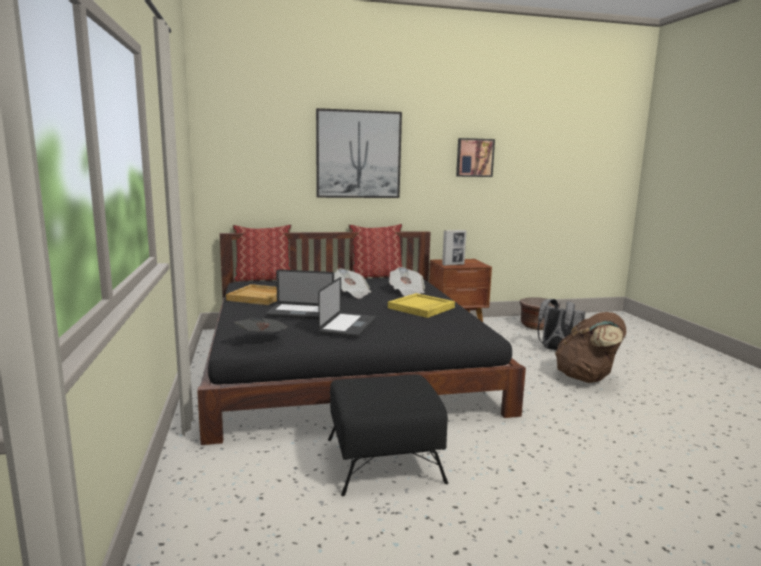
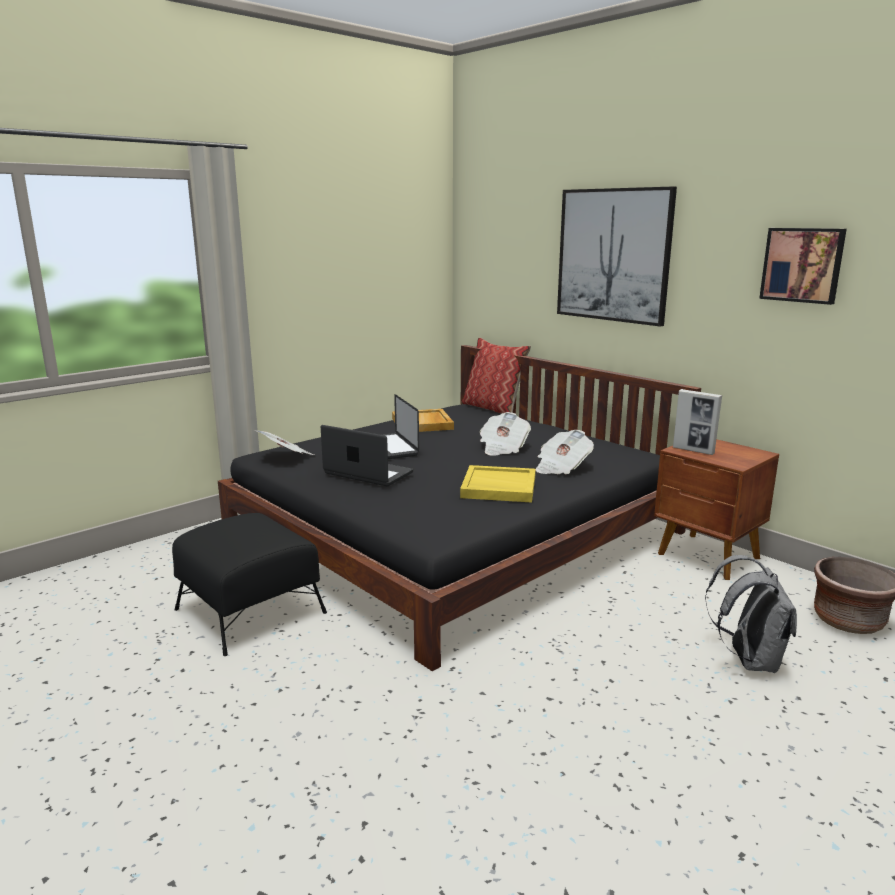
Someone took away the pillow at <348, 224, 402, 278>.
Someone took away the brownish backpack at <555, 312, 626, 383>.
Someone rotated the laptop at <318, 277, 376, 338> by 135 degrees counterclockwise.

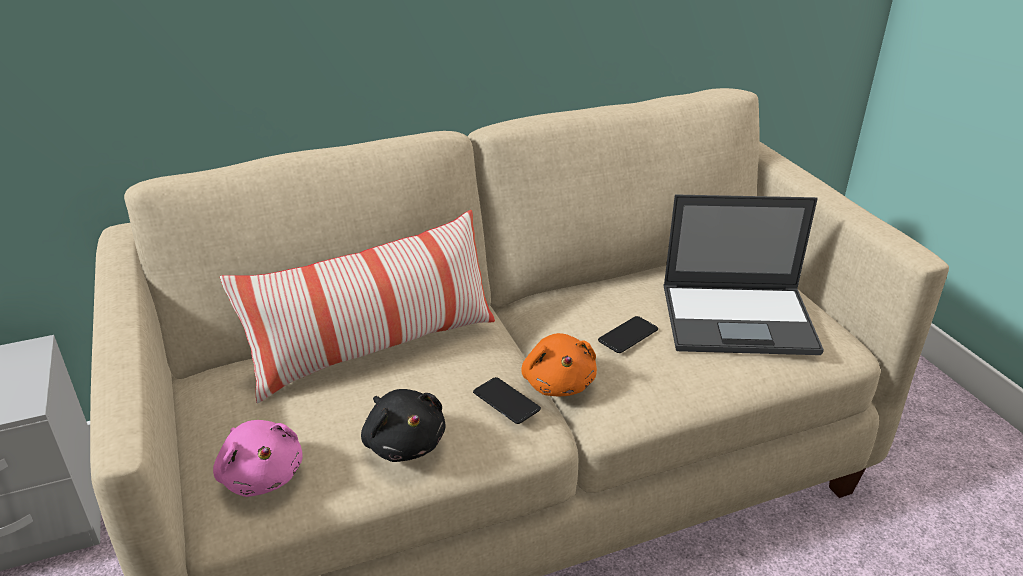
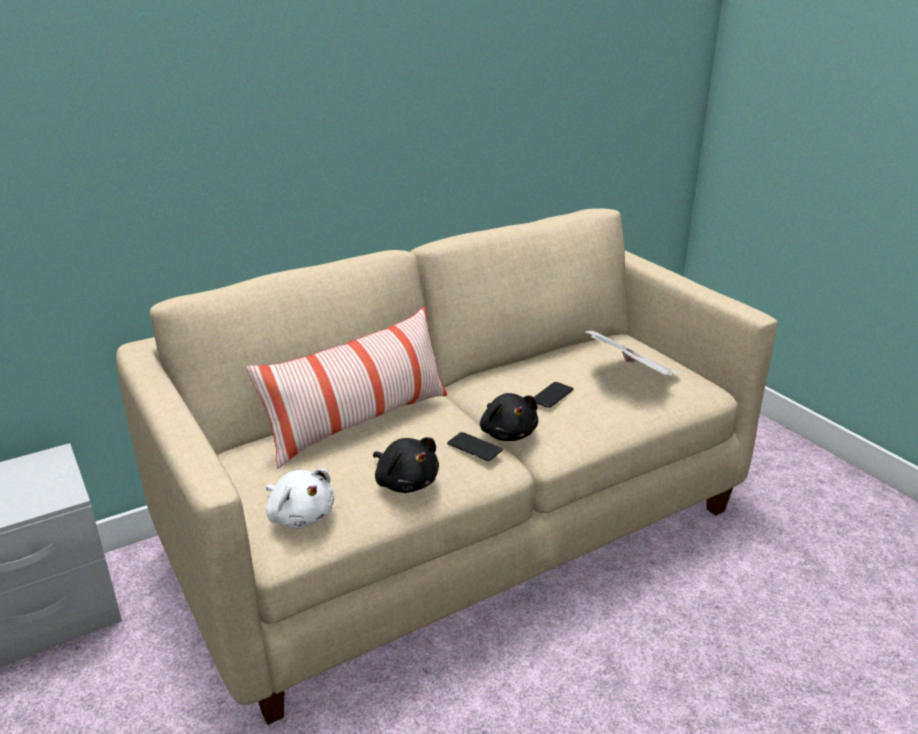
Someone swapped the laptop at <663, 194, 824, 355> for the daily paper at <585, 331, 680, 376>.
Someone repainted the pink-coloured plush toy at <213, 420, 303, 497>, which became the white-coloured plush toy at <266, 469, 334, 529>.
Someone repainted the orange-coloured plush toy at <521, 333, 597, 396>, which became the blackish plush toy at <480, 393, 538, 441>.

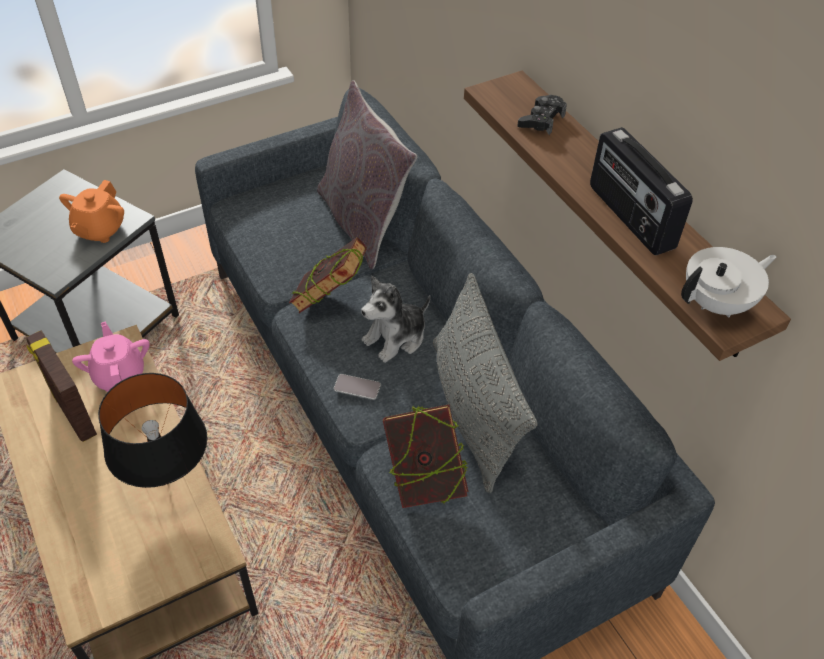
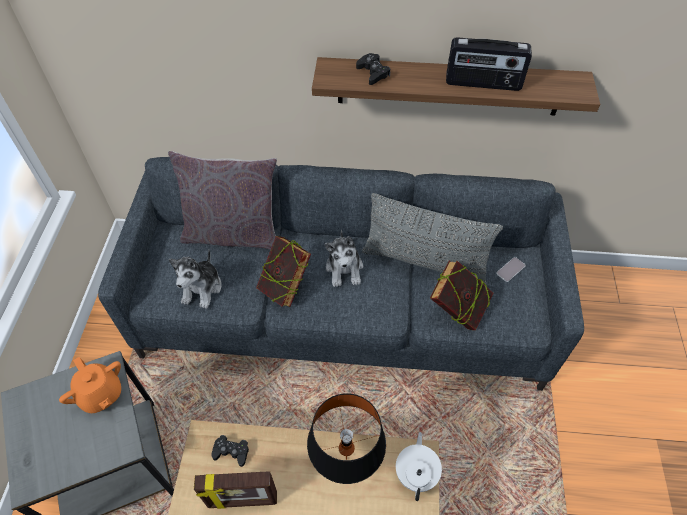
Someone put down the plush toy at <169, 249, 221, 309>.
Someone carried the phone from <334, 374, 381, 400> to <496, 257, 526, 282>.
Someone carried the white-coloured tea pot from <681, 247, 777, 318> to <396, 432, 442, 501>.
Someone swapped the pink-coloured tea pot at <72, 321, 149, 392> for the blackish gamepad at <211, 435, 249, 467>.

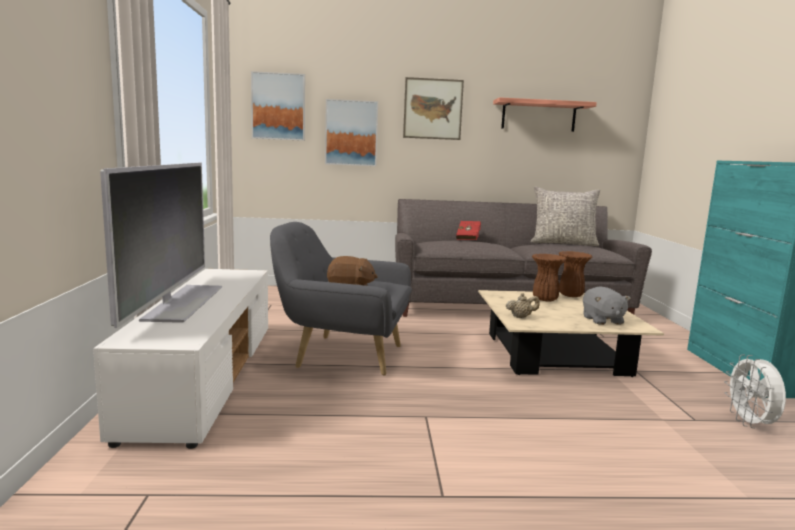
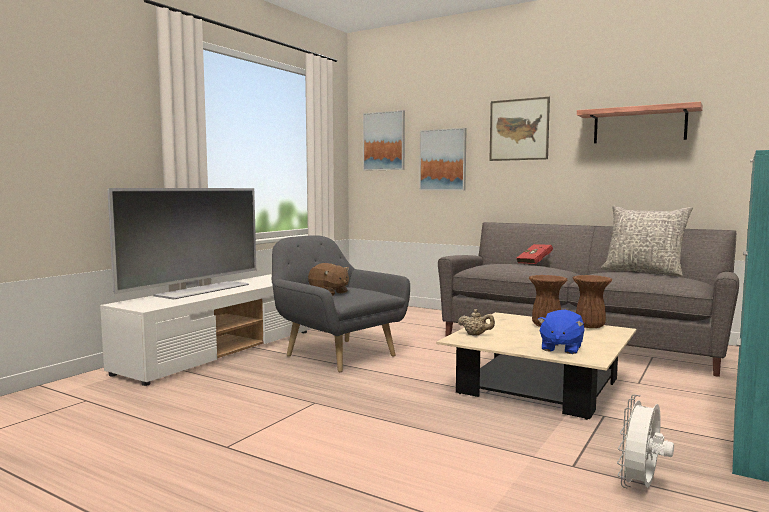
Someone repainted the gray plush toy at <583, 286, 631, 325>, which became the bluish plush toy at <537, 310, 584, 354>.

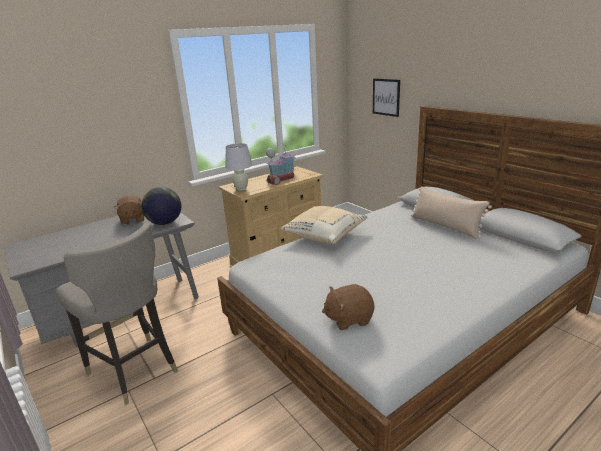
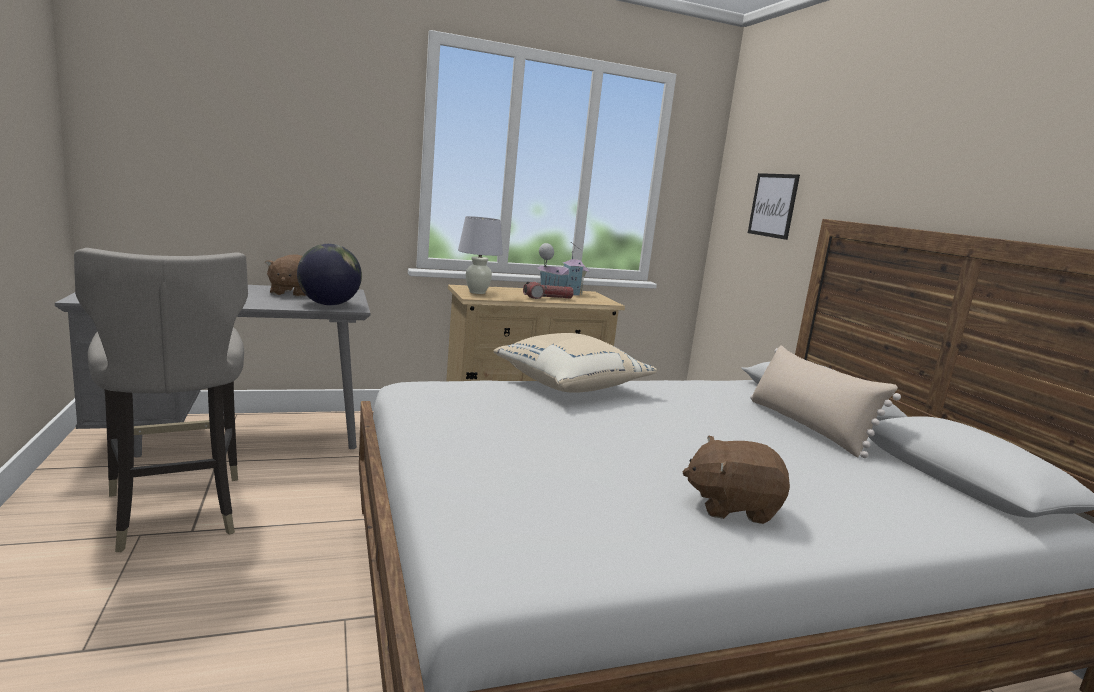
Someone carried the brownish plush toy from <322, 284, 374, 330> to <683, 436, 790, 524>.

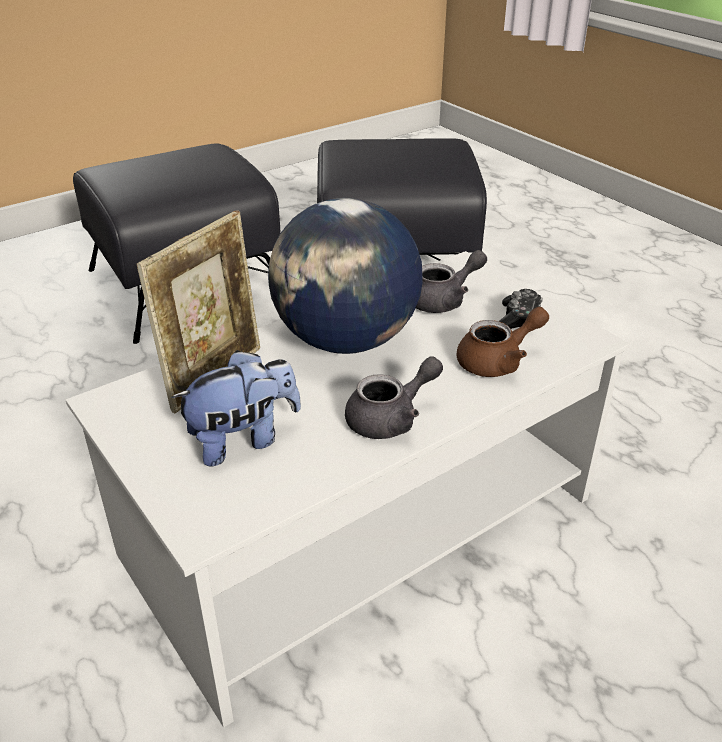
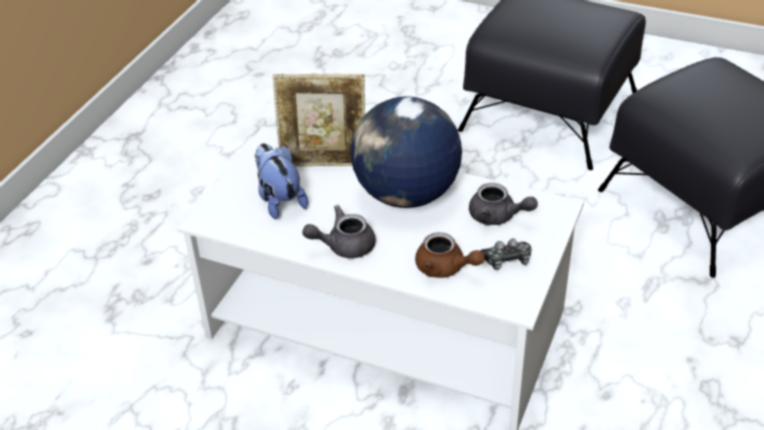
Someone rotated the plush toy at <171, 350, 301, 467> by 150 degrees counterclockwise.
Someone rotated the gray tea pot at <345, 357, 443, 439> by 135 degrees clockwise.

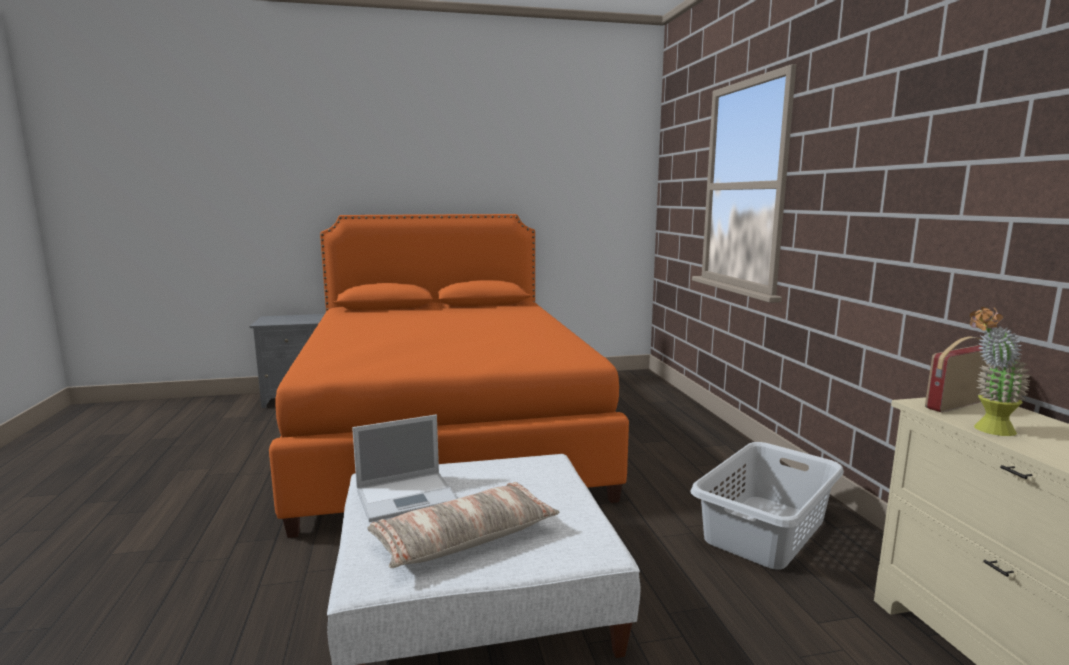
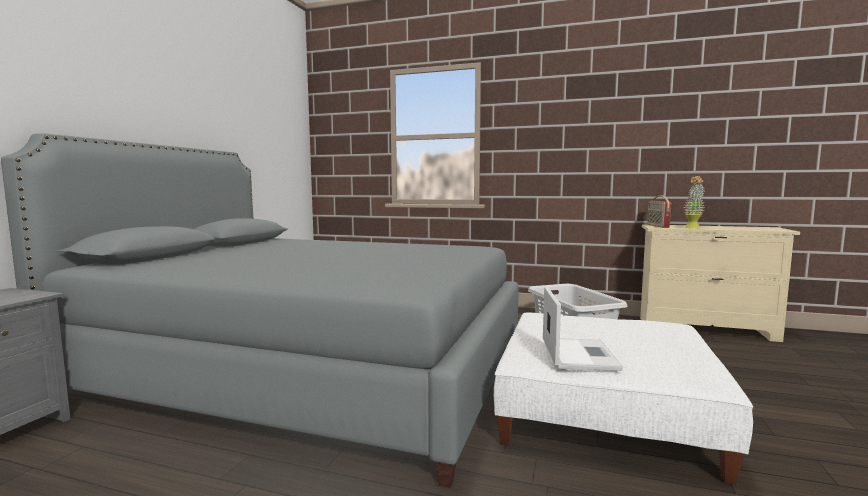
Someone took away the pillow at <367, 482, 559, 568>.
Someone repainted the orange-coloured sleeping bed at <269, 214, 629, 538>, which became the gray sleeping bed at <1, 133, 519, 488>.

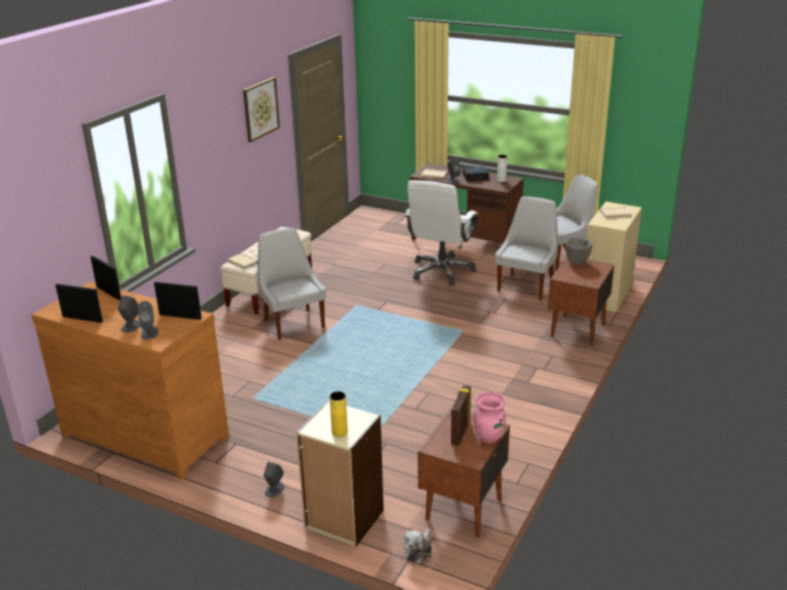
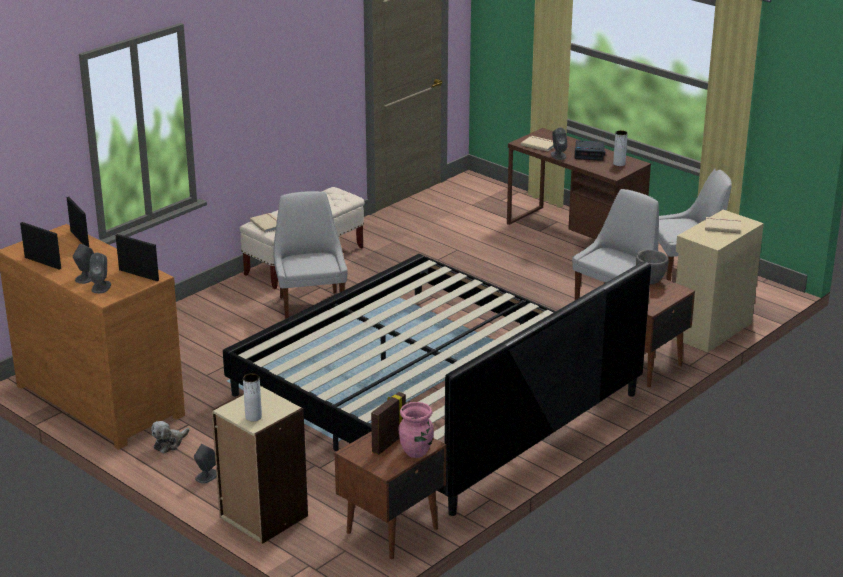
Someone took away the wall picture at <243, 77, 280, 142>.
Someone took away the white-coloured desk chair at <404, 180, 478, 285>.
Someone put down the sleeping bed at <223, 254, 651, 516>.
Someone carried the plush toy from <404, 528, 432, 564> to <151, 421, 189, 454>.
Someone repainted the yellowish flower vase at <330, 391, 348, 437>, which became the white-coloured flower vase at <243, 373, 262, 421>.

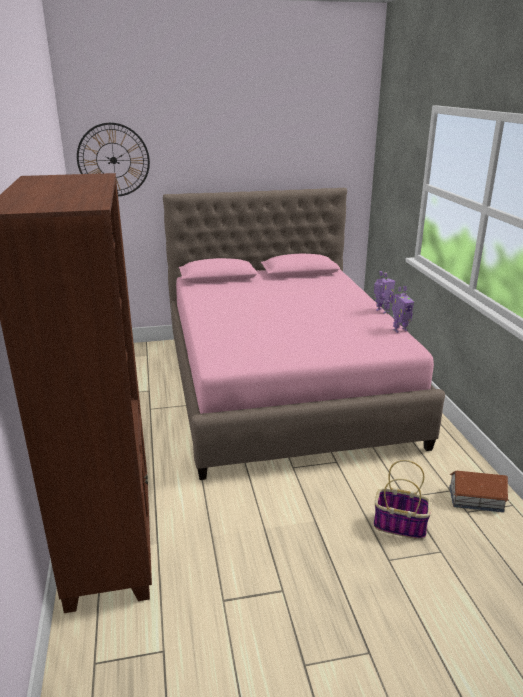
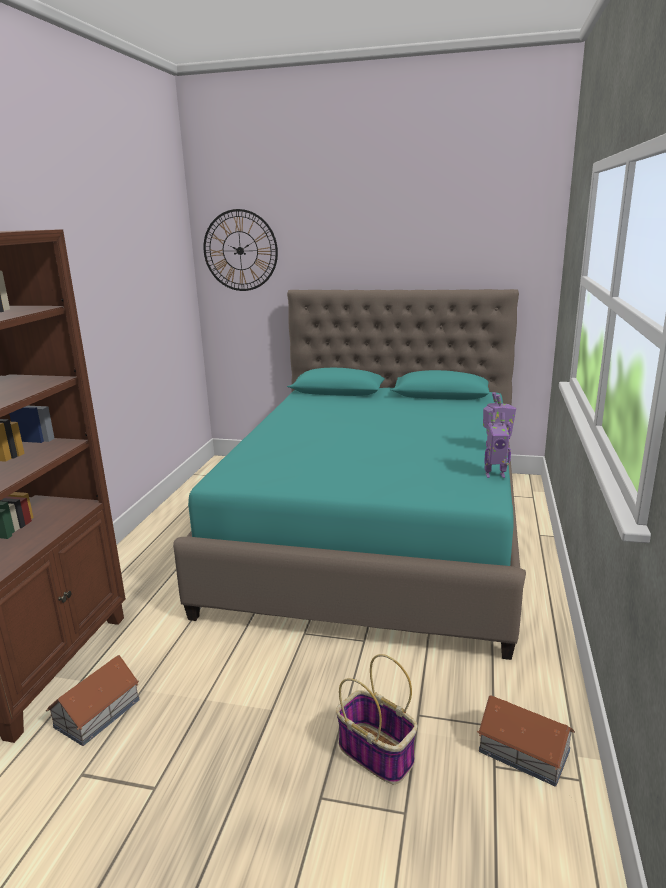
Someone put down the model house at <46, 655, 140, 746>.
Someone repainted the pink-coloured sleeping bed at <163, 188, 445, 480>, which became the turquoise sleeping bed at <173, 289, 526, 660>.

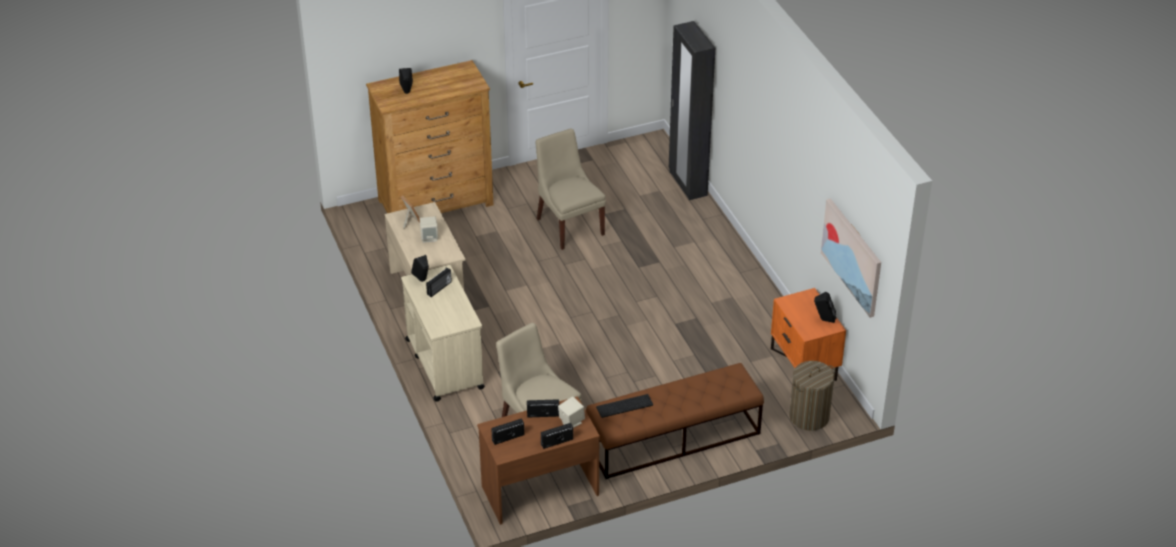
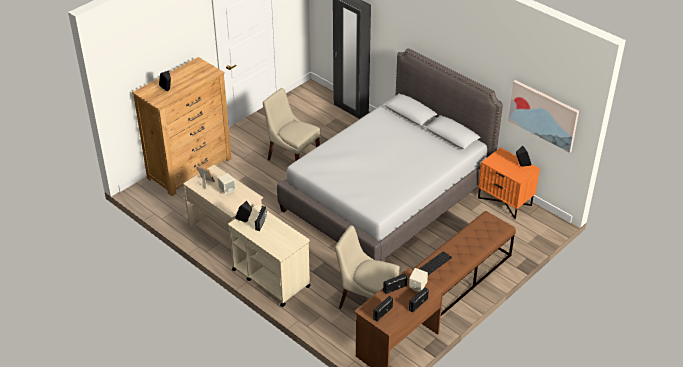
Someone took away the washing basket at <789, 361, 835, 431>.
Someone put down the gray sleeping bed at <277, 48, 503, 261>.

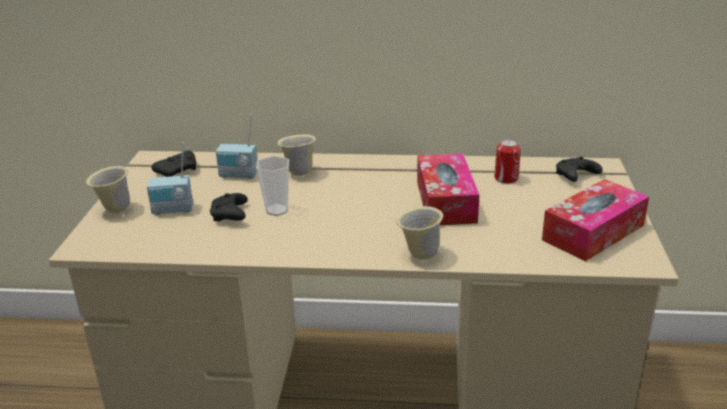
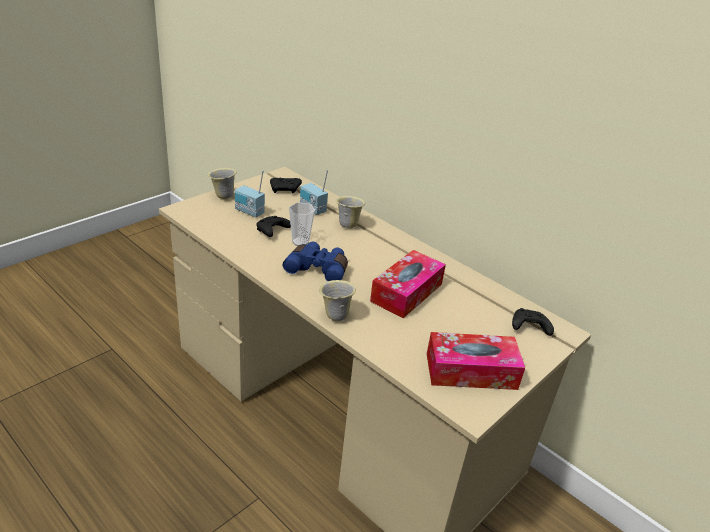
Someone took away the can at <495, 139, 521, 184>.
Someone put down the bluish binoculars at <283, 242, 348, 281>.

